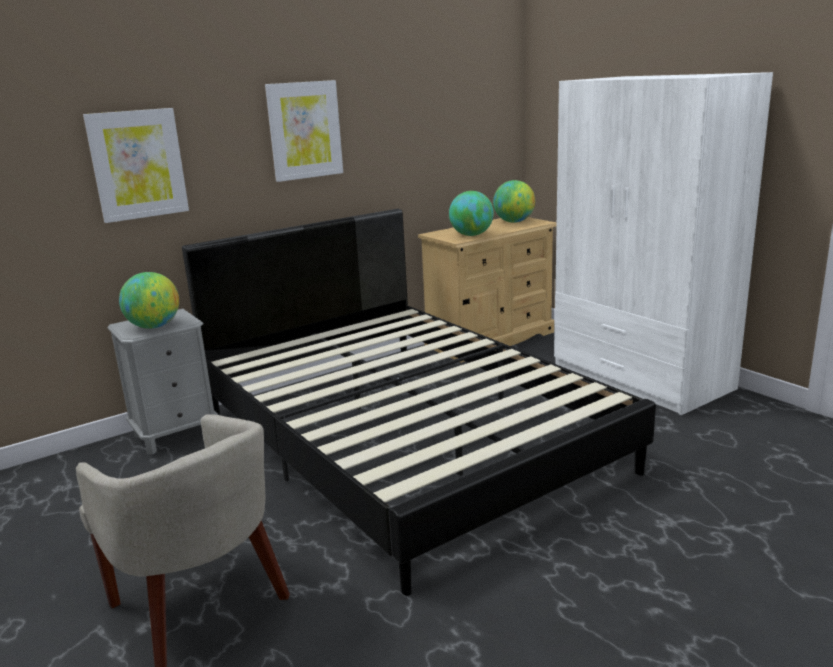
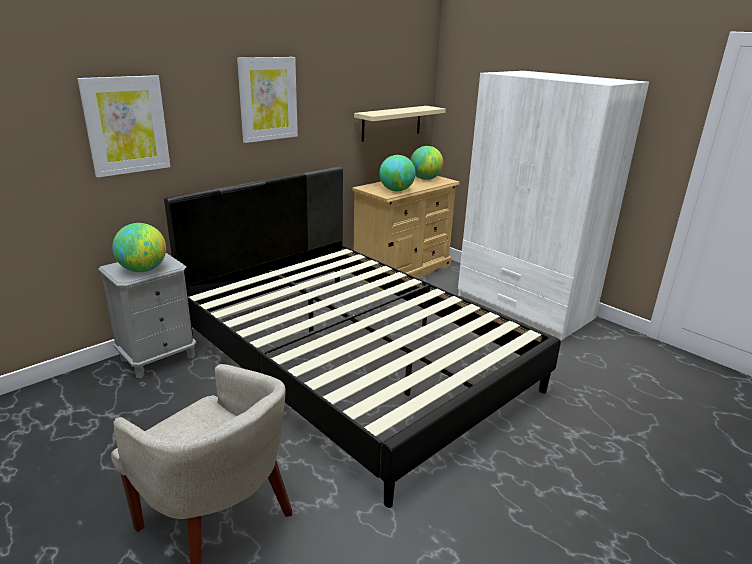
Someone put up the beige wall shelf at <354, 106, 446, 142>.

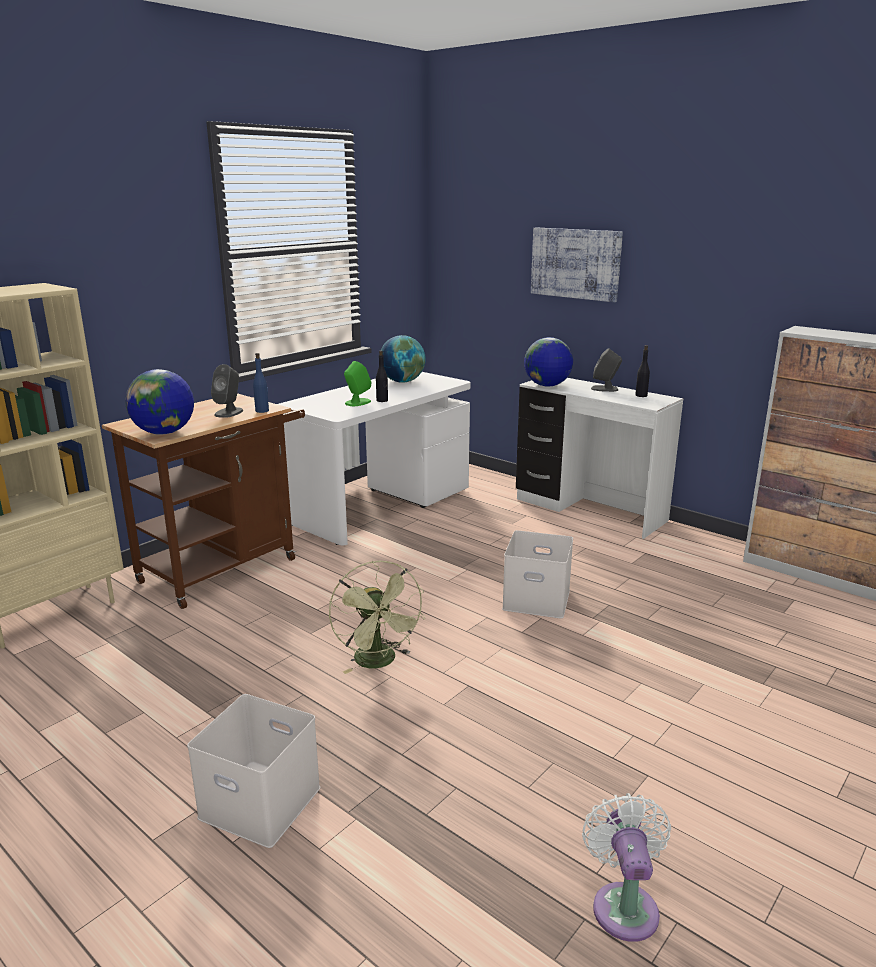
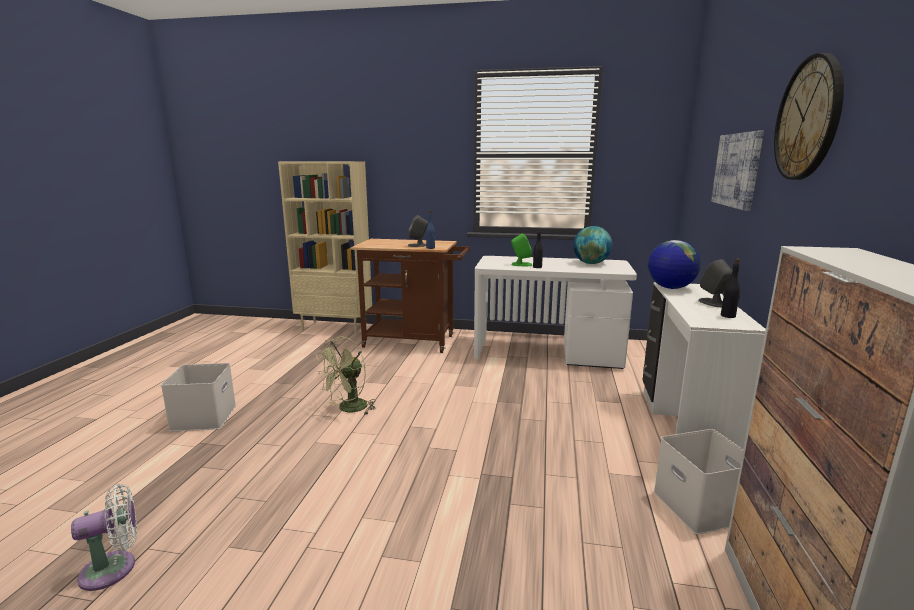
Someone took away the globe at <125, 369, 194, 435>.
Someone put up the hanging clock at <774, 53, 844, 180>.
Someone carried the white-coloured storage bin from <502, 530, 573, 619> to <654, 429, 743, 534>.

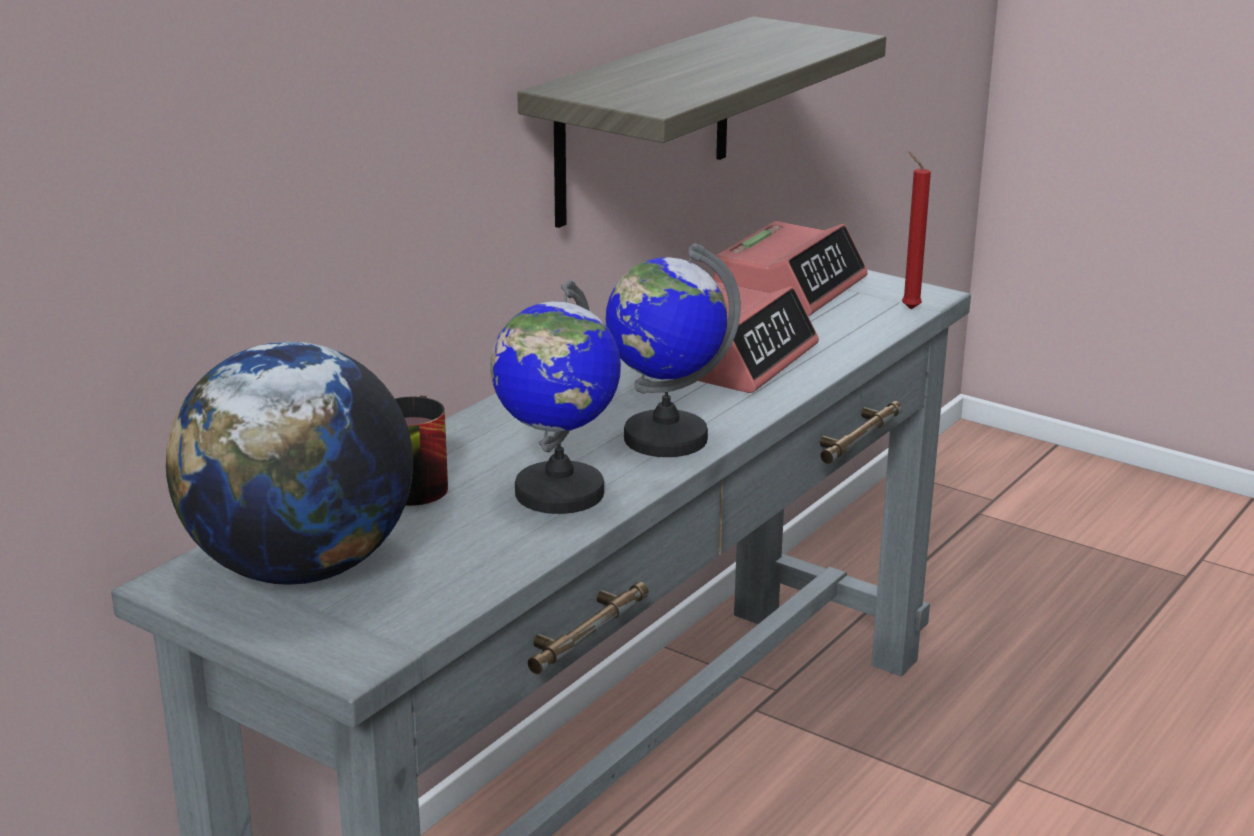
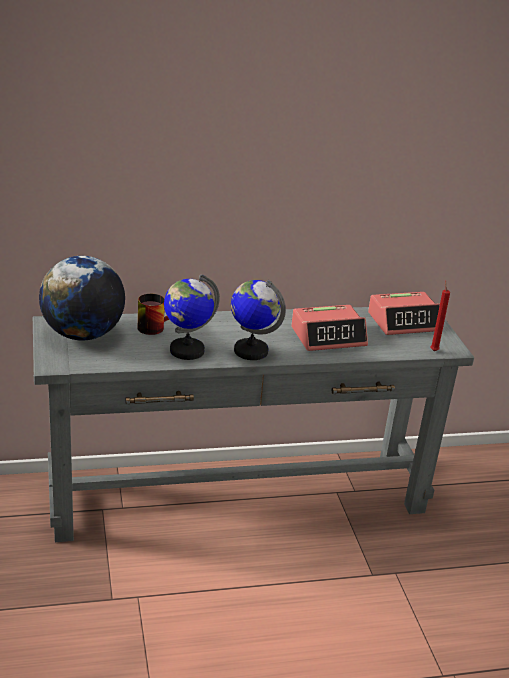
Someone took away the wall shelf at <517, 16, 886, 228>.

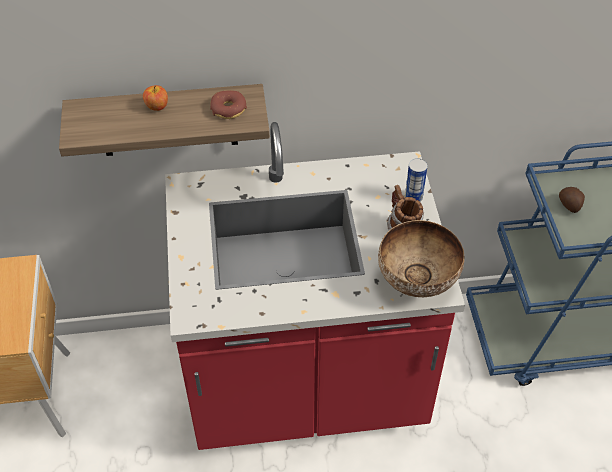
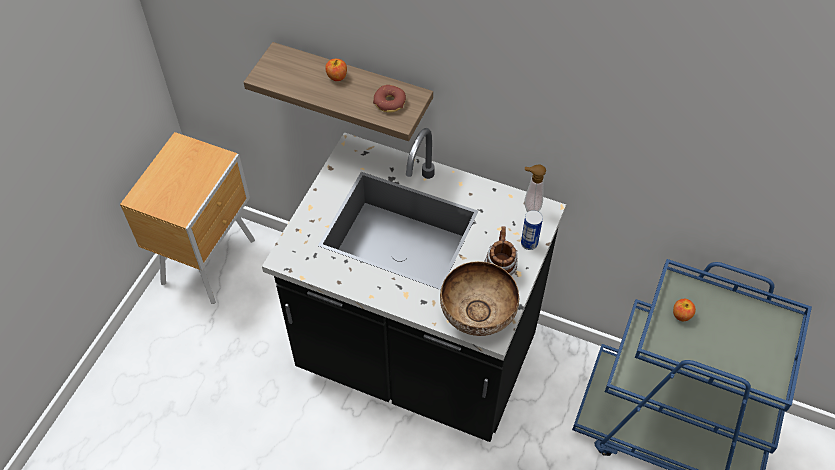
Someone put down the soap dispenser at <524, 164, 546, 212>.
Someone swapped the potato at <559, 187, 585, 213> for the whole apple at <673, 299, 696, 321>.
Someone repainted the reddish kitchen base unit at <165, 122, 465, 450>, which became the blackish kitchen base unit at <262, 128, 566, 442>.

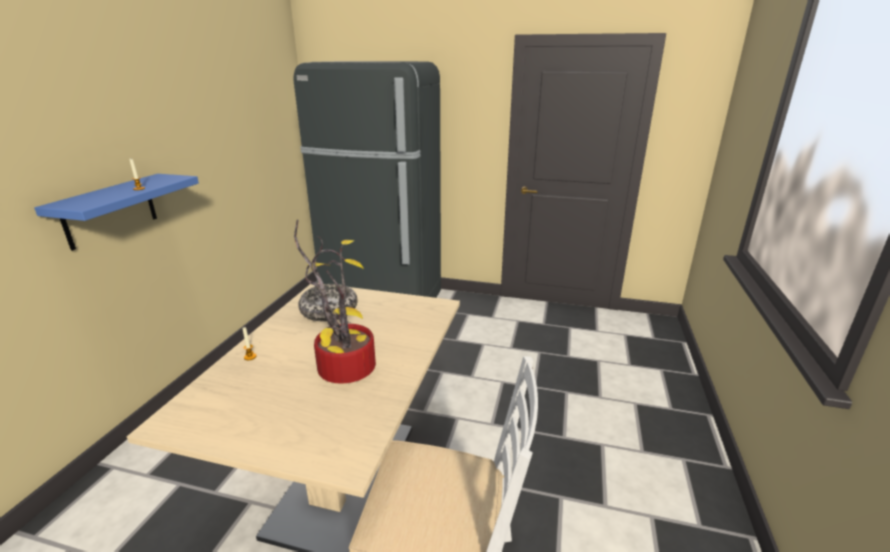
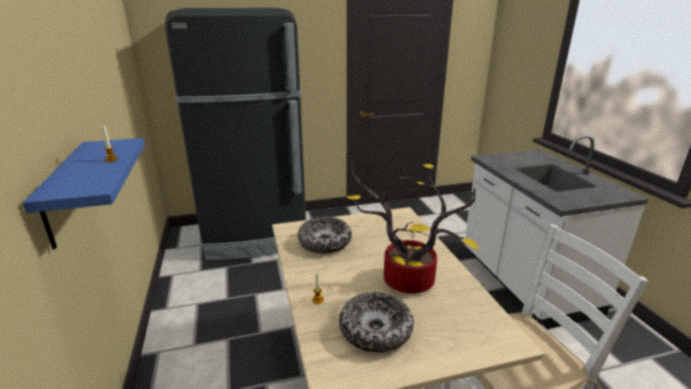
Someone put down the serving bowl at <339, 292, 414, 353>.
Someone put down the white-coloured kitchen base unit at <464, 135, 649, 329>.

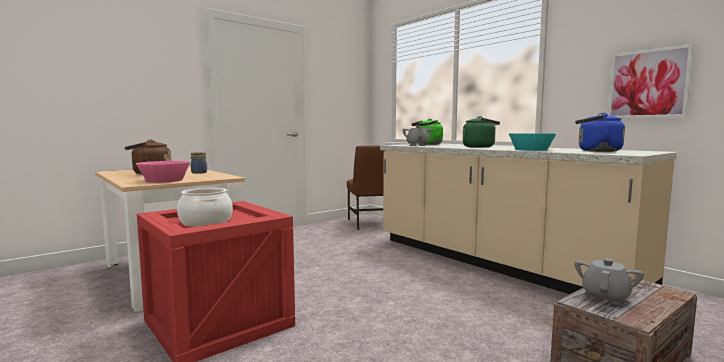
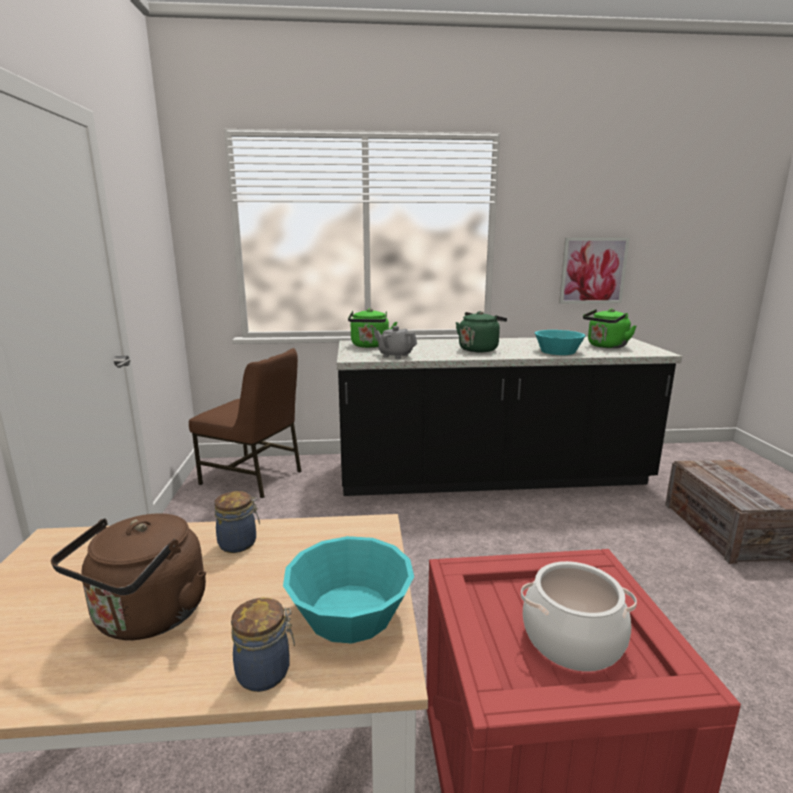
Someone took away the gray tea pot at <574, 258, 644, 305>.
Someone put down the jar at <231, 598, 295, 692>.
Someone repainted the pink-coloured serving bowl at <136, 161, 190, 183>, which became the turquoise serving bowl at <283, 536, 414, 644>.
Someone repainted the beige kitchen base unit at <380, 144, 677, 294>, which became the blackish kitchen base unit at <337, 337, 682, 496>.
Someone repainted the bluish water kettle at <575, 113, 625, 152>, which became the green-coloured water kettle at <583, 309, 636, 348>.

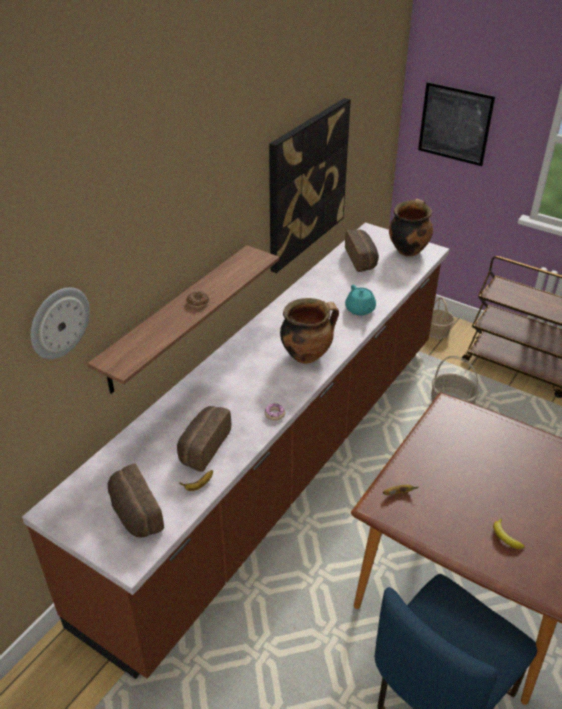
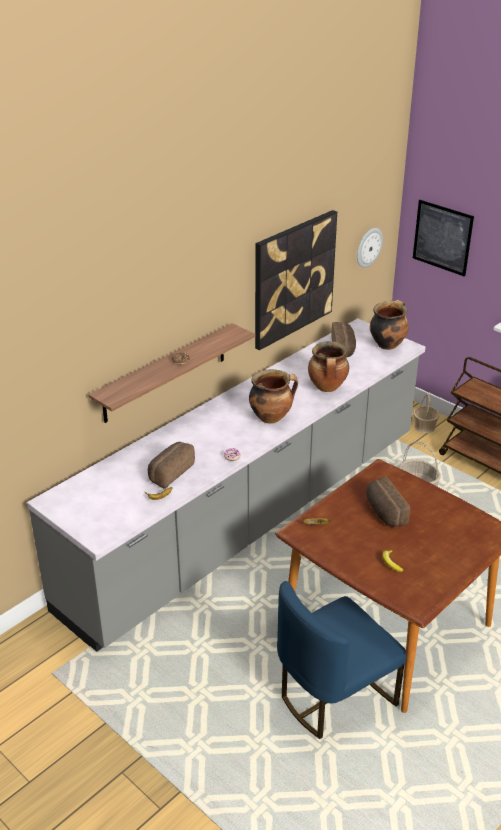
Someone carried the hanging clock from <31, 287, 90, 359> to <357, 228, 383, 268>.
Someone carried the bakery bread from <108, 464, 164, 538> to <366, 477, 410, 527>.
Someone swapped the turquoise tea pot at <345, 284, 376, 315> for the saucepot at <308, 341, 349, 392>.
Someone repainted the brownish kitchen base unit at <22, 223, 450, 679>, which became the gray kitchen base unit at <27, 318, 425, 652>.

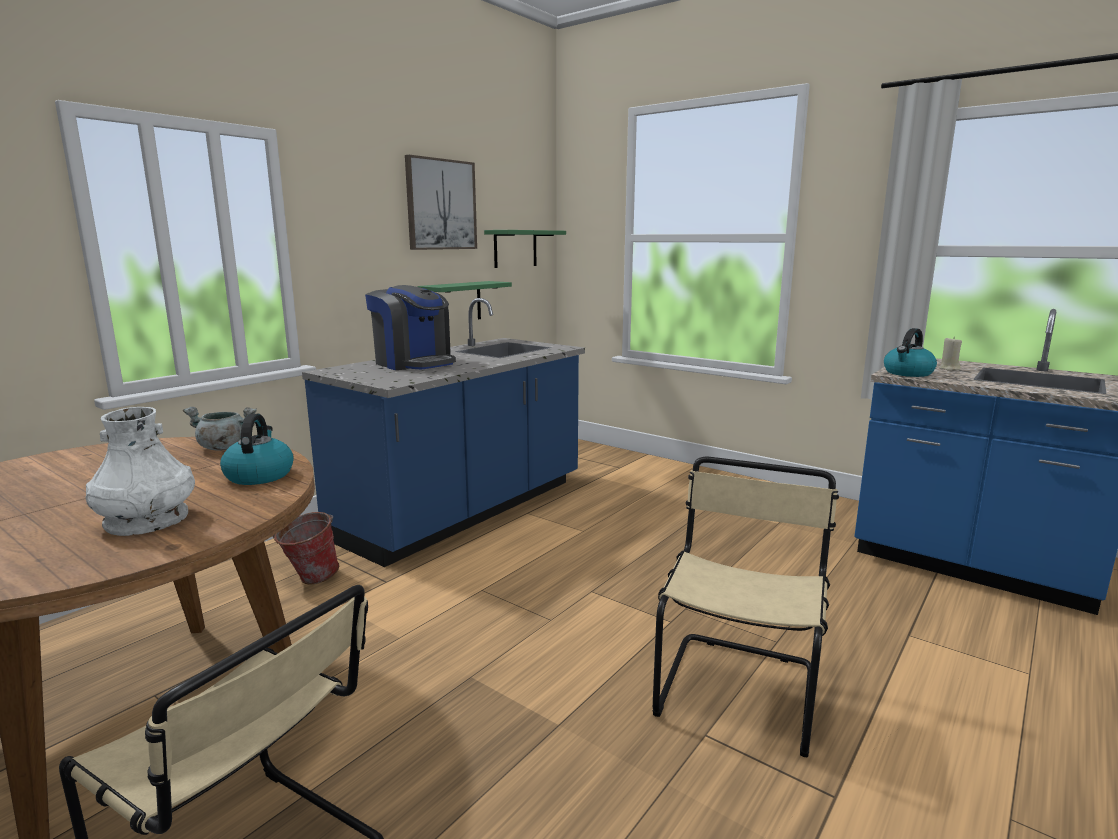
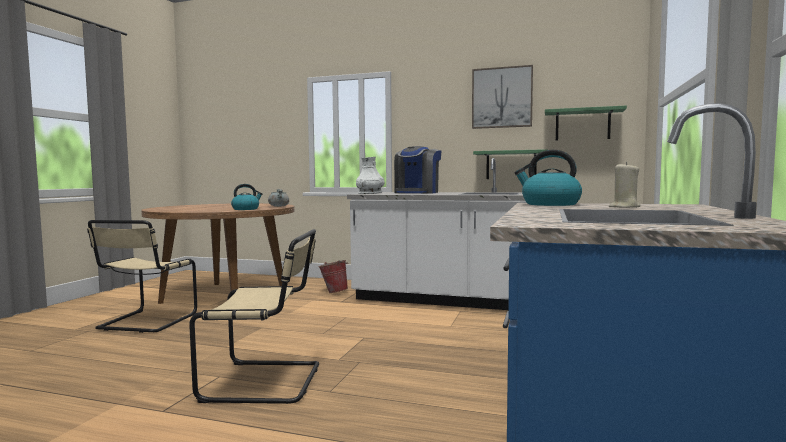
Someone carried the white-coloured flower vase from <86, 407, 195, 536> to <356, 157, 385, 194>.
Someone repainted the bluish kitchen base unit at <302, 298, 585, 567>, which became the white-coloured kitchen base unit at <347, 158, 527, 310>.

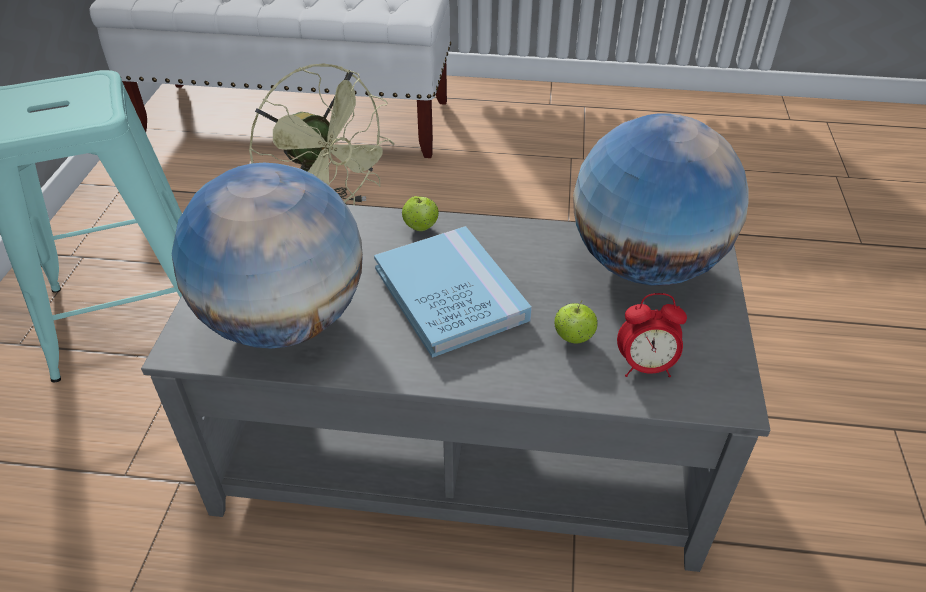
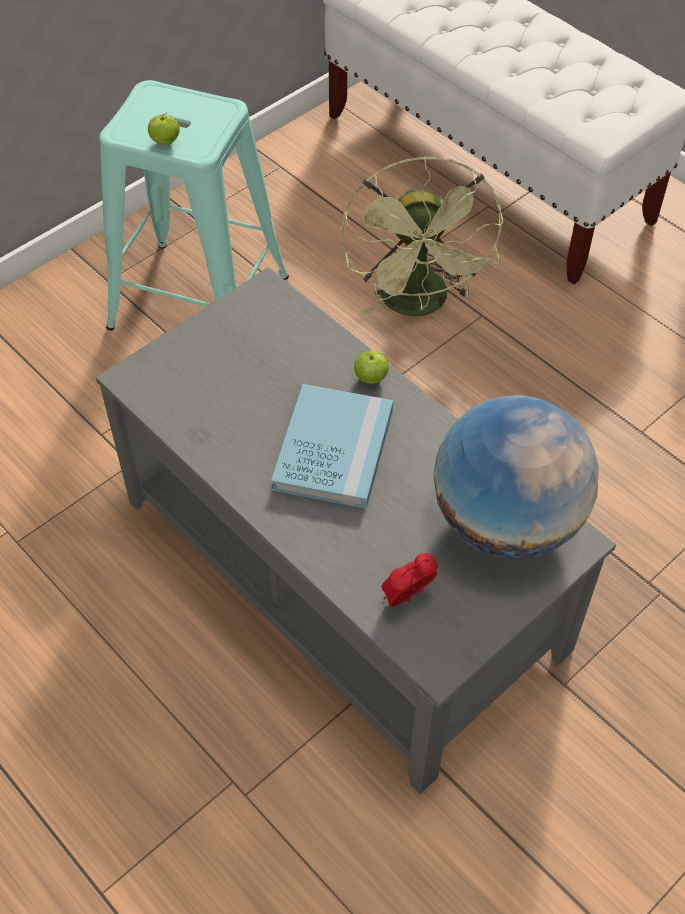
Someone took away the globe at <172, 163, 363, 349>.
Someone carried the whole apple from <554, 300, 598, 343> to <148, 113, 180, 145>.
Someone rotated the bedside clock at <617, 293, 687, 377> by 105 degrees clockwise.

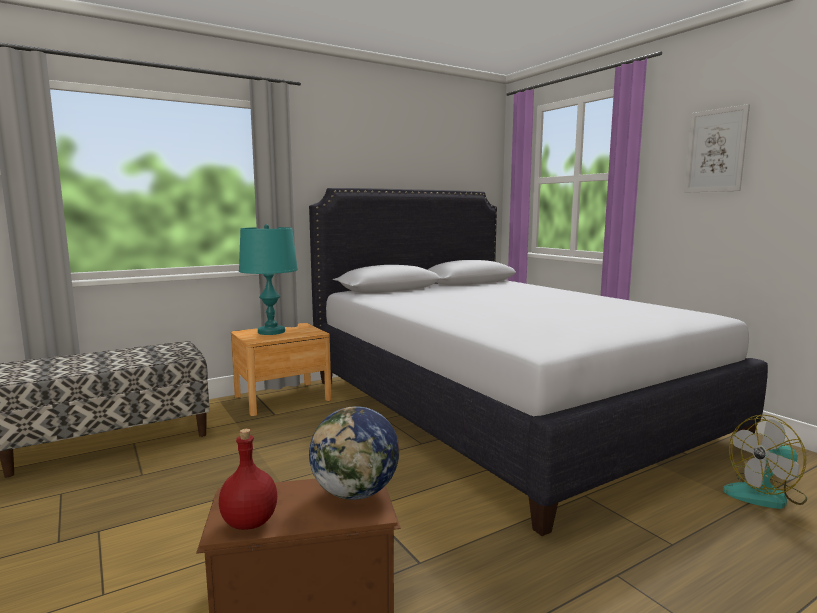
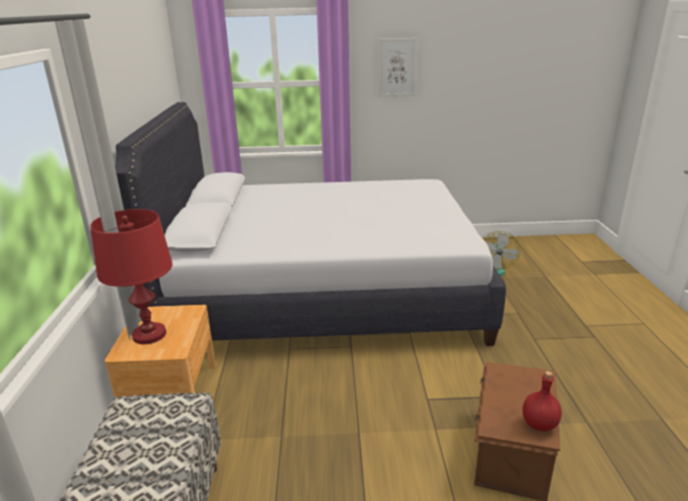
Someone took away the globe at <309, 406, 400, 500>.
Someone repainted the turquoise lamp for a table at <239, 224, 298, 335>, which became the reddish lamp for a table at <90, 209, 173, 344>.

